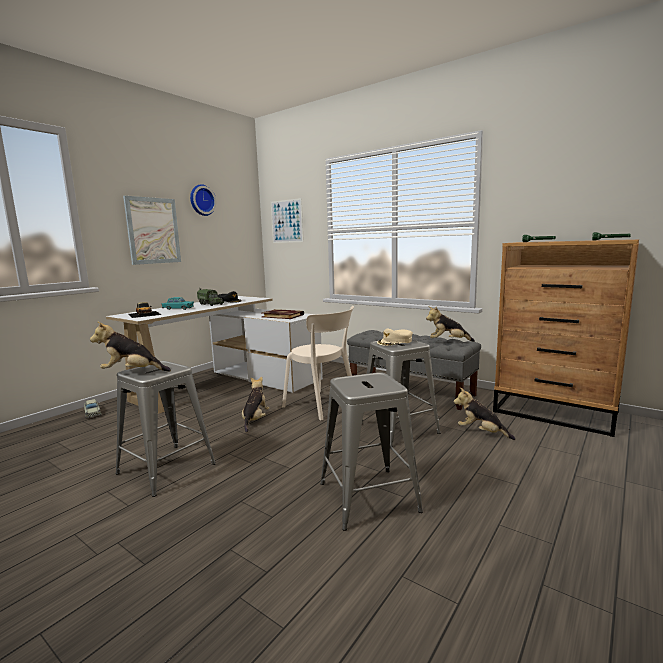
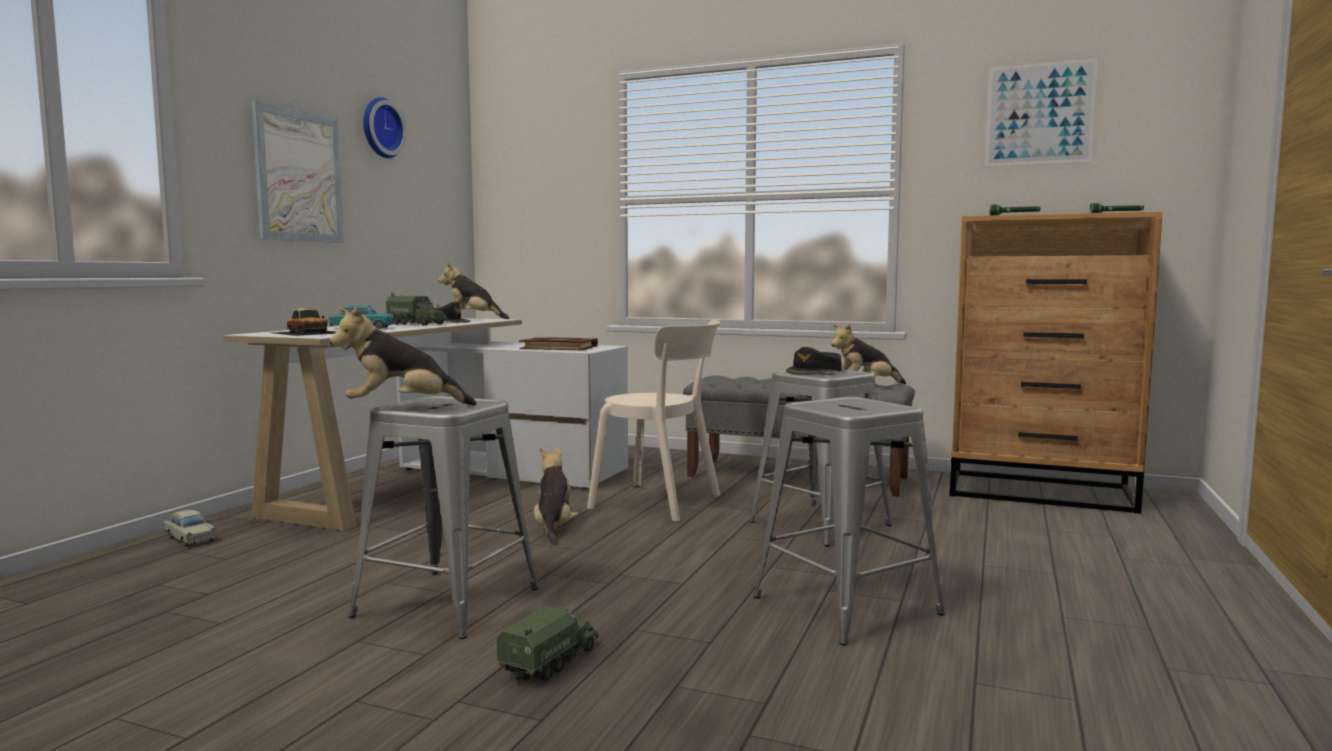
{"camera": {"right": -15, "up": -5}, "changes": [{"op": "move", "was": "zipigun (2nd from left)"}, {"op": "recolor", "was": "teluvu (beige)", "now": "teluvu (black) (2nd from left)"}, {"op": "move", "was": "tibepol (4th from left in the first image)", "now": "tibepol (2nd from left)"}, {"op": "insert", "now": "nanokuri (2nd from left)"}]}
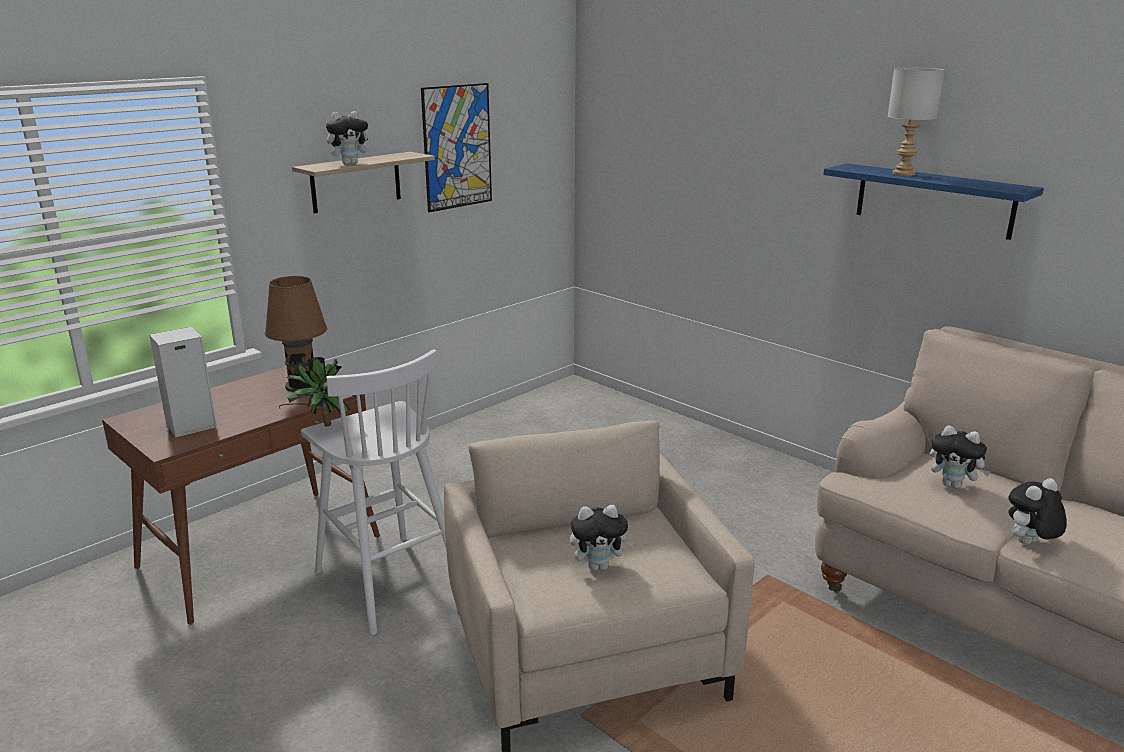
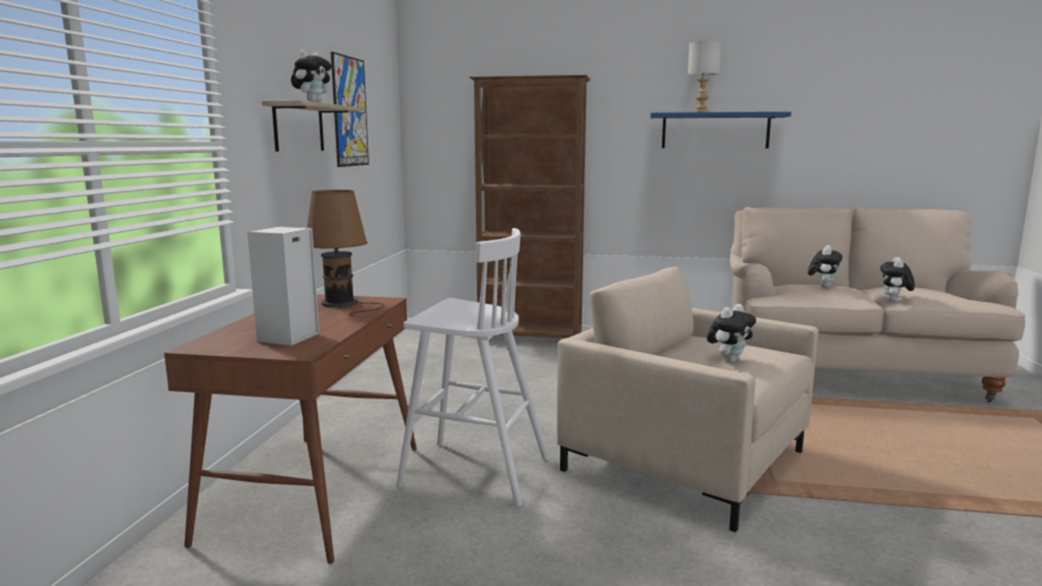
{"camera": {"right": -35, "up": -10}, "changes": [{"op": "delete", "was": "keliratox"}, {"op": "rotate", "was": "tibepol (3rd from left)", "clockwise": -60}, {"op": "insert", "now": "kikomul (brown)"}]}
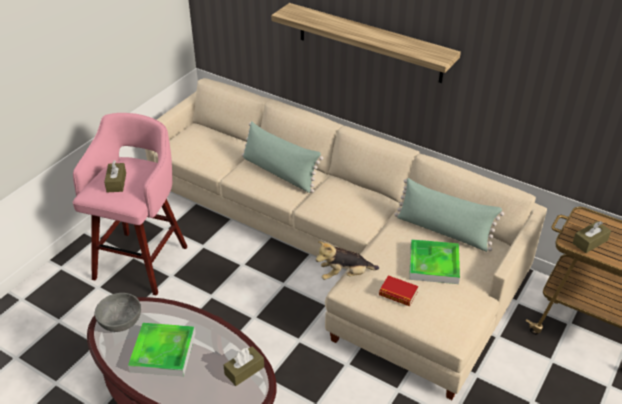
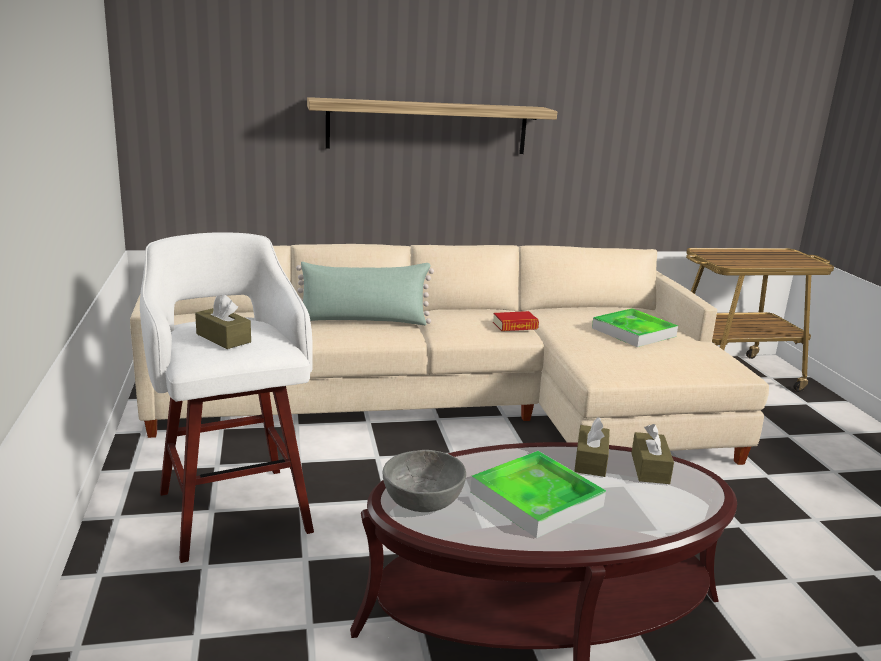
{"camera": {"right": -45, "up": -20}, "changes": [{"op": "recolor", "was": "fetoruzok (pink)", "now": "fetoruzok (white)"}, {"op": "delete", "was": "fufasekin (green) (2nd from left)"}, {"op": "move", "was": "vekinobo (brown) (3rd from left in the first image)", "now": "vekinobo (brown) (2nd from left)"}, {"op": "delete", "was": "tibepol"}, {"op": "move", "was": "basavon"}]}
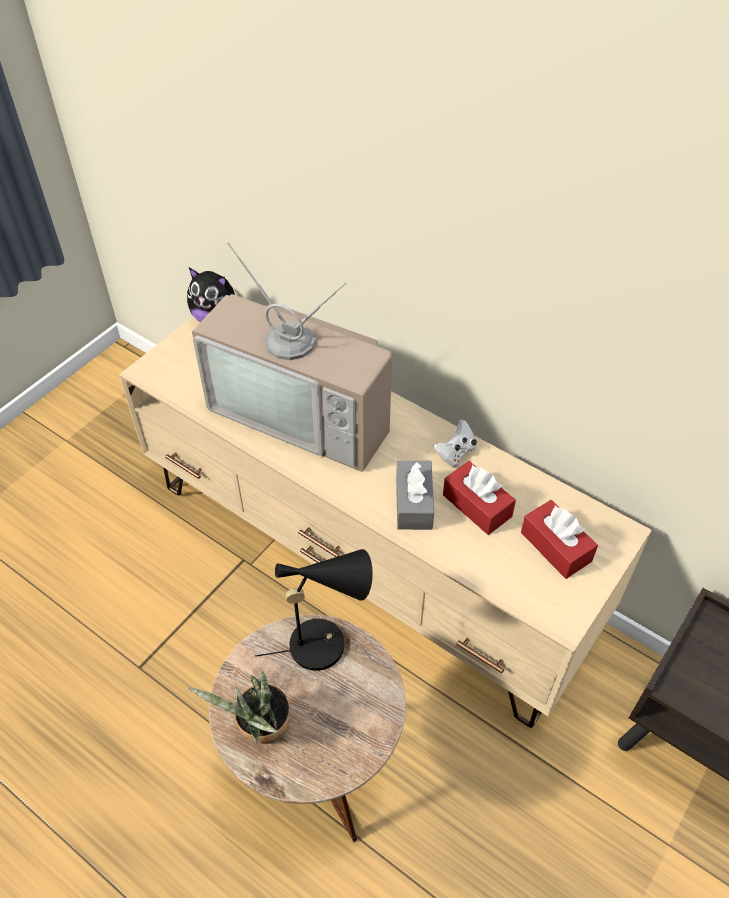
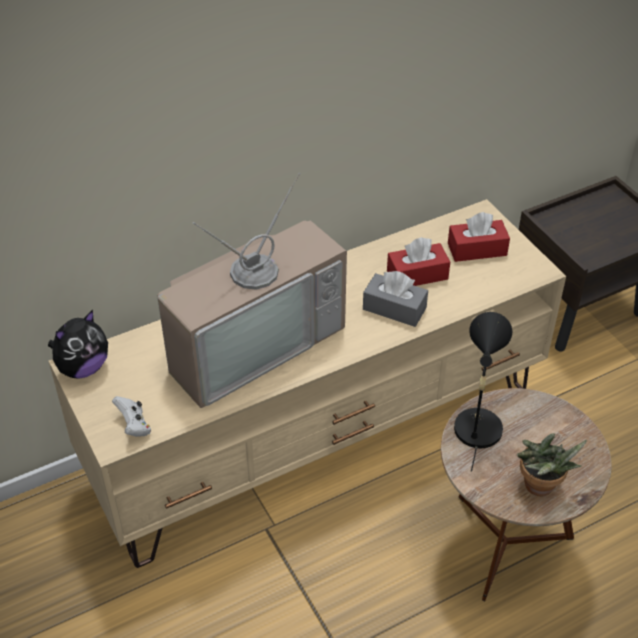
{"camera": {"right": -65, "up": -5}, "changes": [{"op": "move", "was": "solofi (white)"}]}
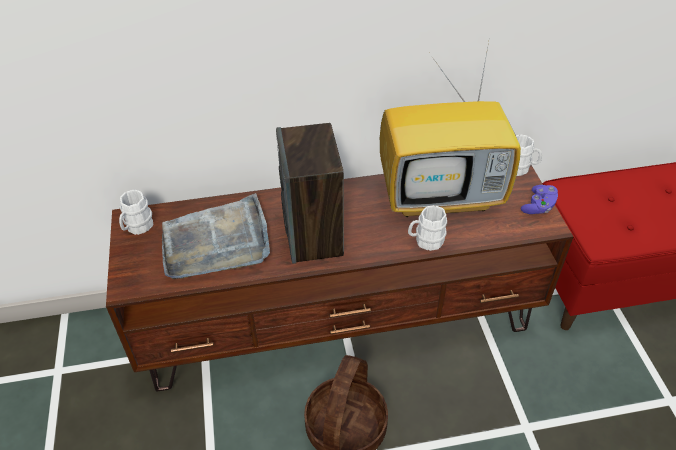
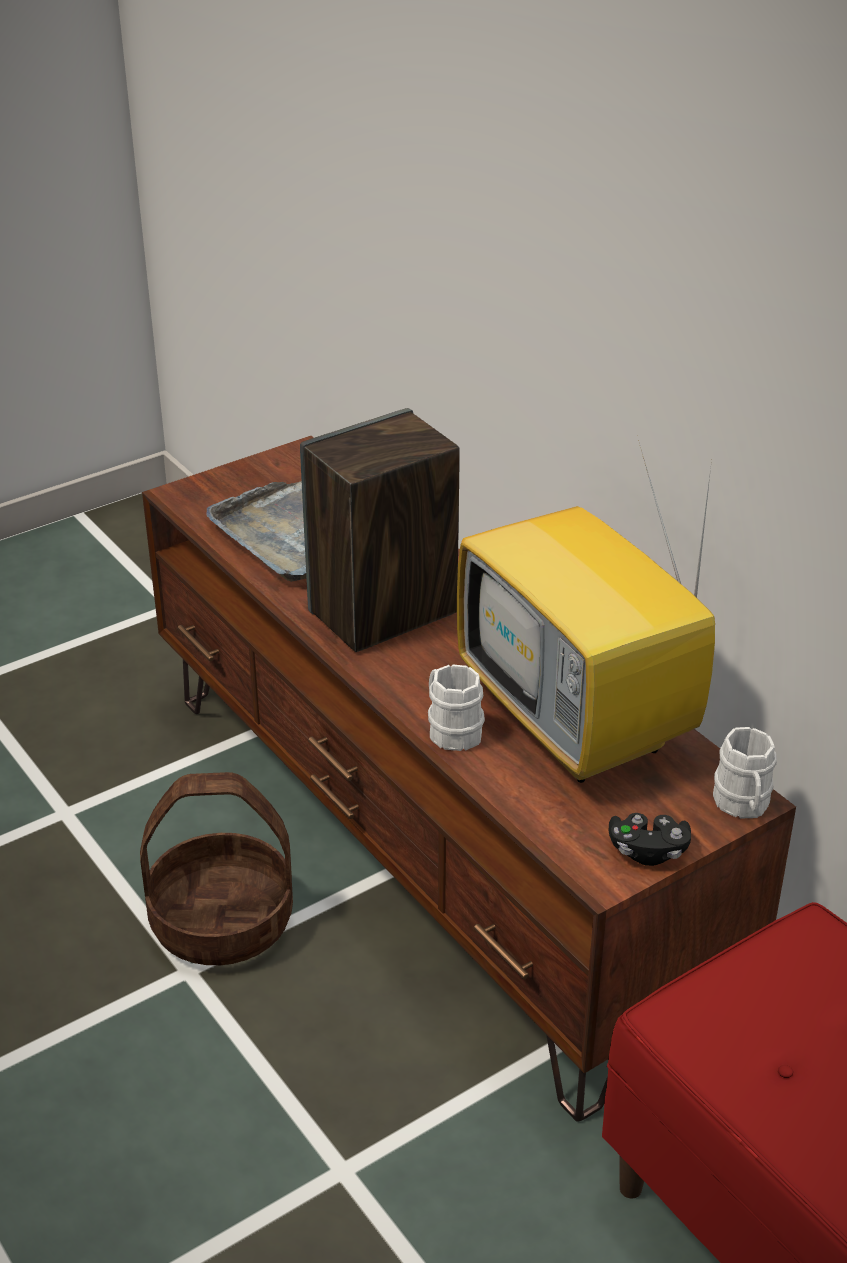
{"camera": {"right": 65, "up": -10}, "changes": [{"op": "recolor", "was": "solofi (purple)", "now": "solofi (black)"}, {"op": "delete", "was": "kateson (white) (1st from left)"}]}
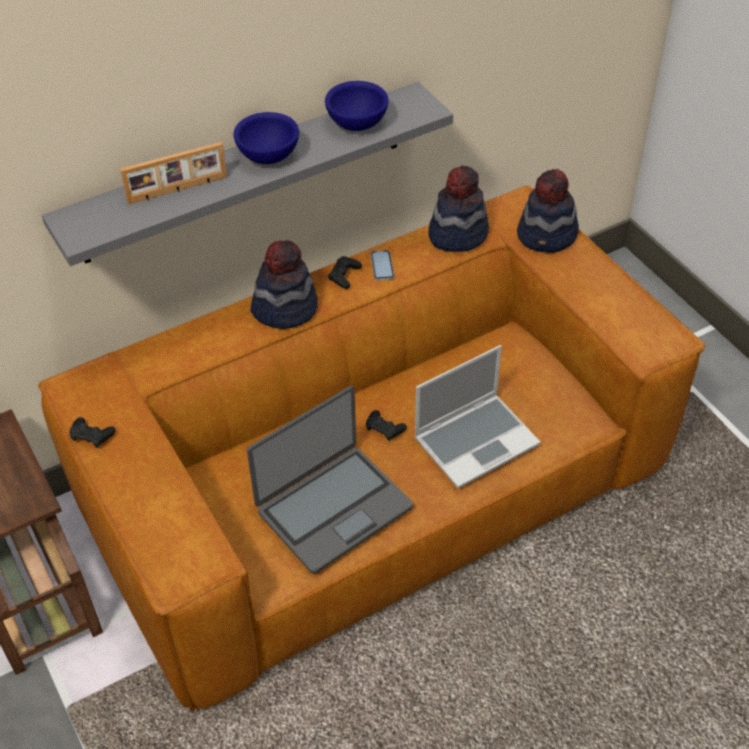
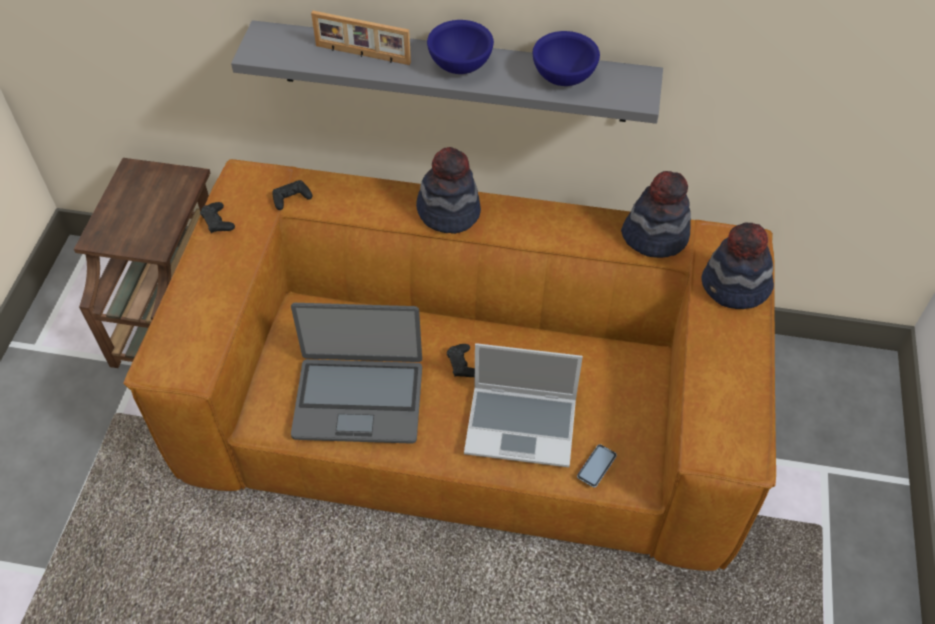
{"camera": {"right": 40, "up": 5}, "changes": [{"op": "move", "was": "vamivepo"}, {"op": "move", "was": "solofi (black) (2nd from left)"}]}
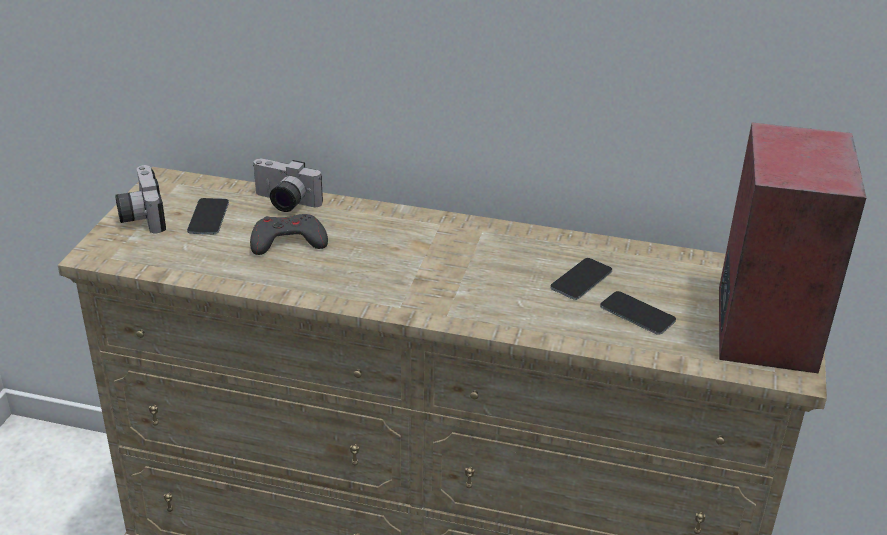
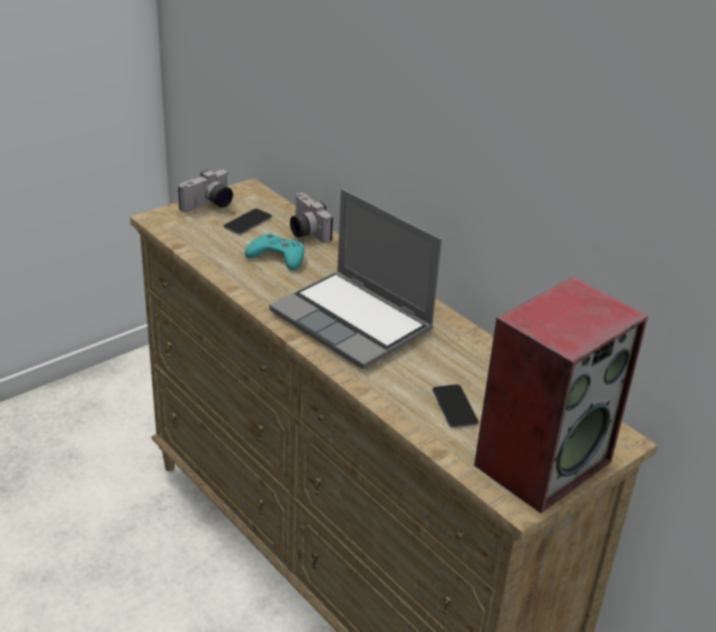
{"camera": {"right": 35, "up": 0}, "changes": [{"op": "rotate", "was": "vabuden (1st from left)", "clockwise": -150}, {"op": "recolor", "was": "solofi (grey)", "now": "solofi (turquoise)"}, {"op": "delete", "was": "vamivepo (2nd from left)"}, {"op": "insert", "now": "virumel"}]}
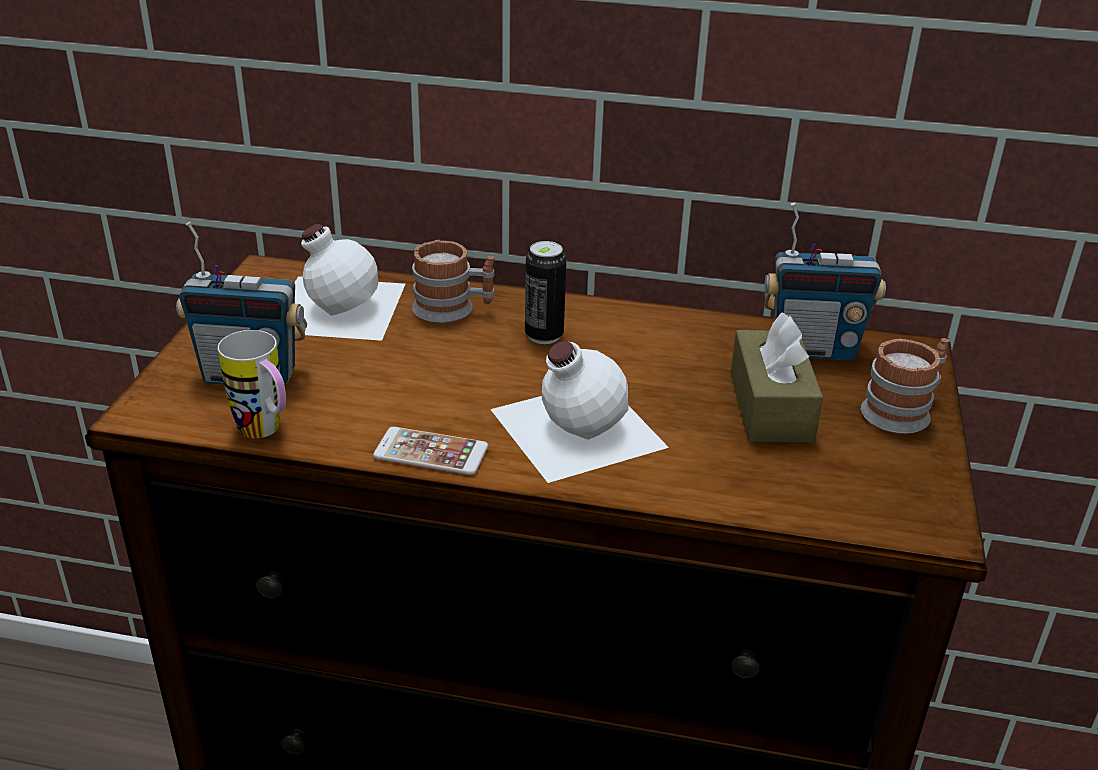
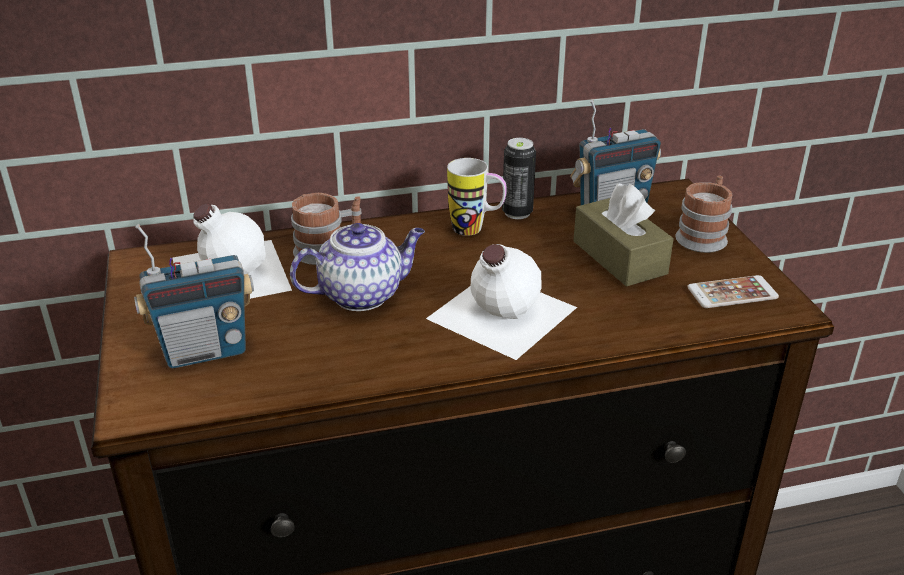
{"camera": {"right": -25, "up": 0}, "changes": [{"op": "move", "was": "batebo"}, {"op": "move", "was": "kateson (1st from left in the first image)", "now": "kateson (2nd from left)"}, {"op": "move", "was": "vamivepo"}, {"op": "insert", "now": "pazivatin"}]}
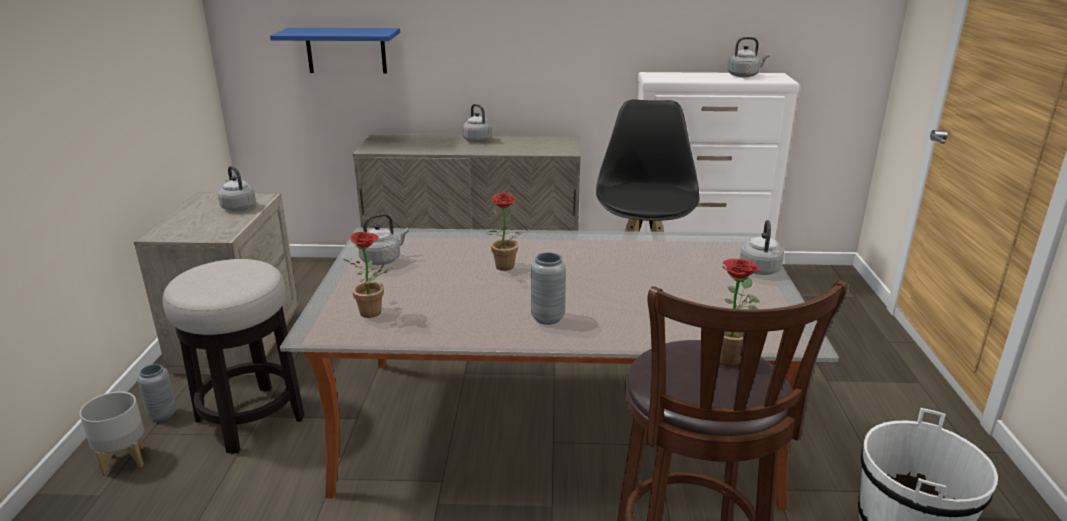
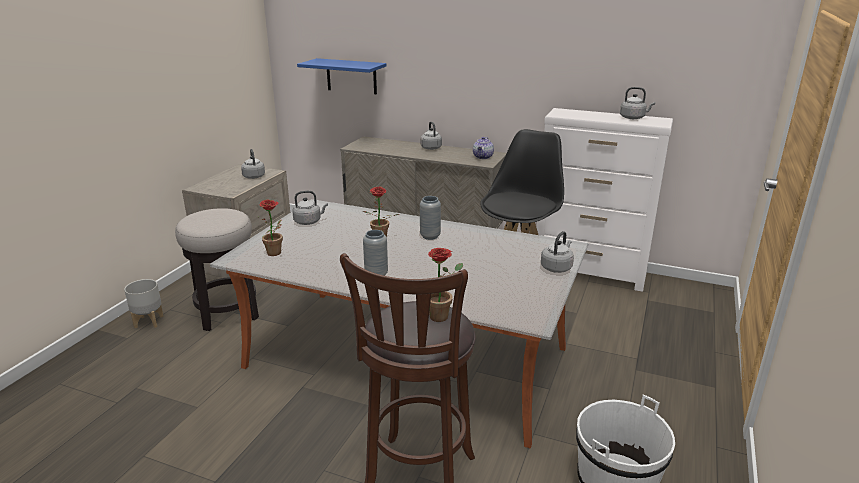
{"camera": {"right": 20, "up": 0}, "changes": [{"op": "move", "was": "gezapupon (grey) (1st from left in the first image)", "now": "gezapupon (grey) (2nd from left)"}, {"op": "insert", "now": "pazivatin"}]}
